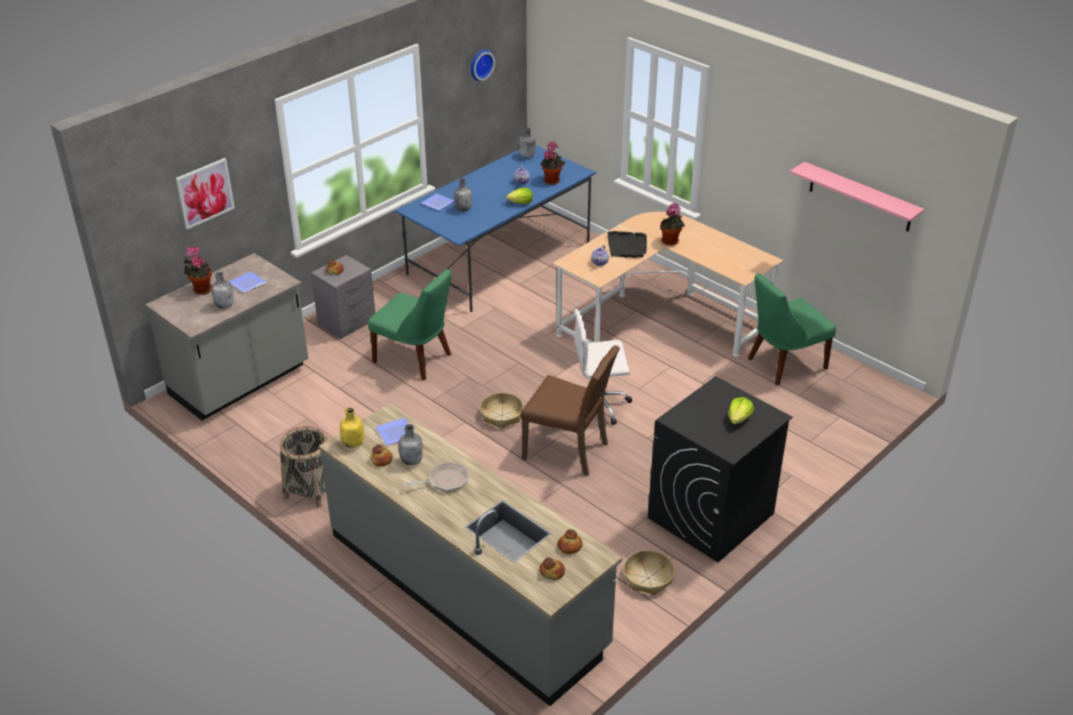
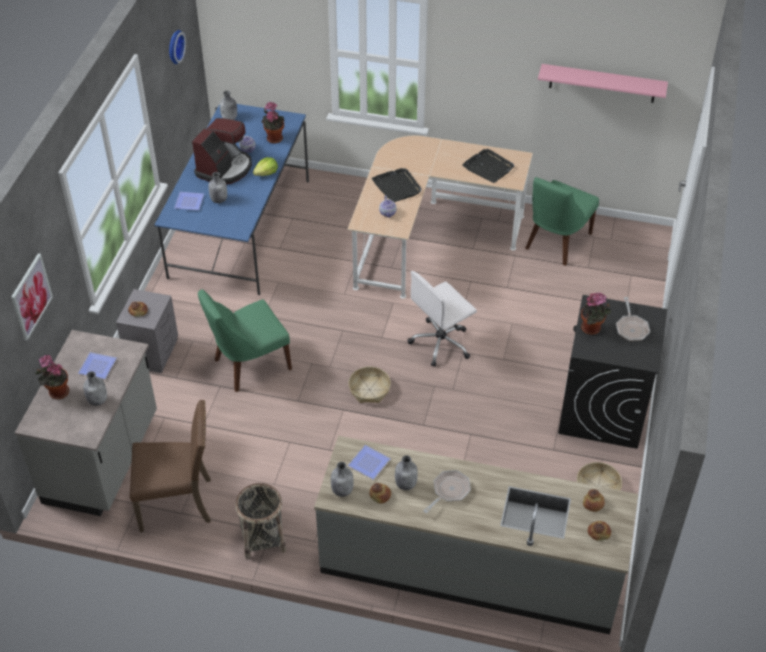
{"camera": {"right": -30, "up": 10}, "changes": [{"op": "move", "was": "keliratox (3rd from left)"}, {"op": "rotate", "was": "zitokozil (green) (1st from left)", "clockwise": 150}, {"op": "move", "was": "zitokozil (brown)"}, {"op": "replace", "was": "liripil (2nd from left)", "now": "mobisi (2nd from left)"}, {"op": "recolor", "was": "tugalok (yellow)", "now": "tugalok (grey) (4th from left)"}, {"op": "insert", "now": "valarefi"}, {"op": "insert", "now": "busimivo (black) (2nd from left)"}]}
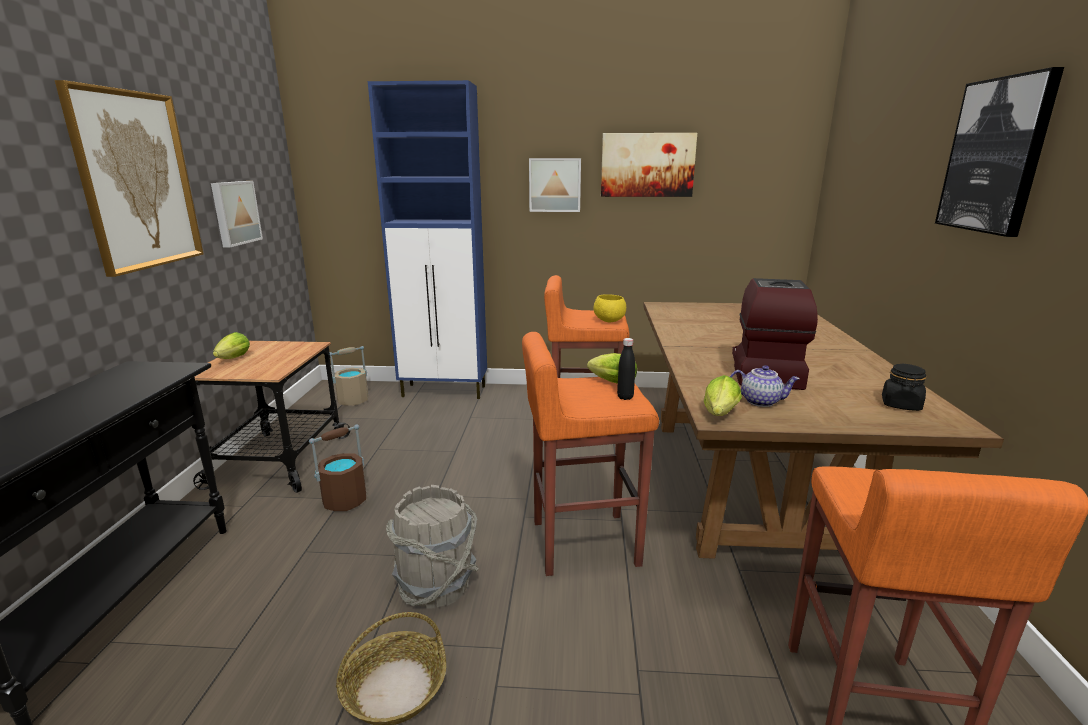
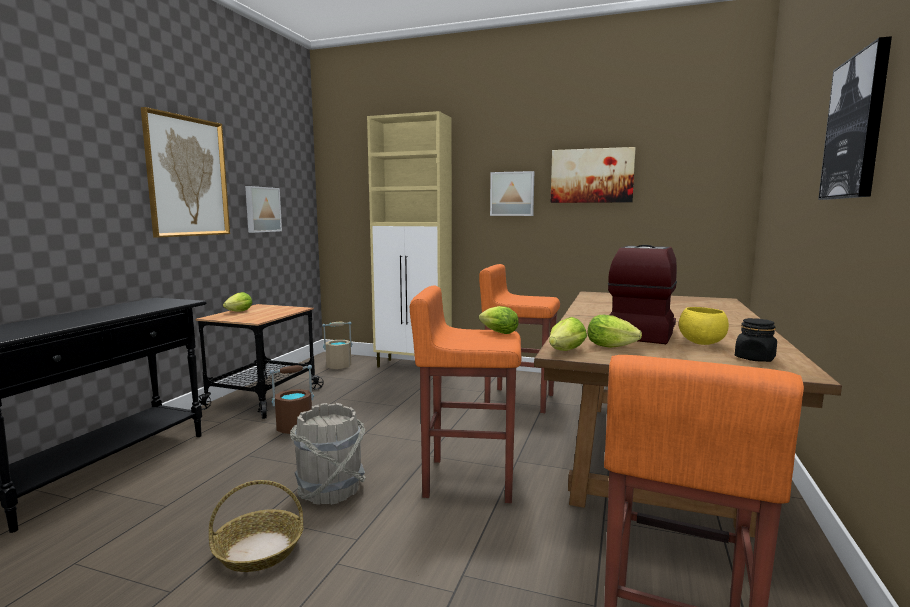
{"camera": {"right": 15, "up": -10}, "changes": [{"op": "recolor", "was": "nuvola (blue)", "now": "nuvola (beige)"}, {"op": "move", "was": "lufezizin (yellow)"}, {"op": "delete", "was": "tugalok (black)"}, {"op": "replace", "was": "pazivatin", "now": "liripil (4th from left)"}]}
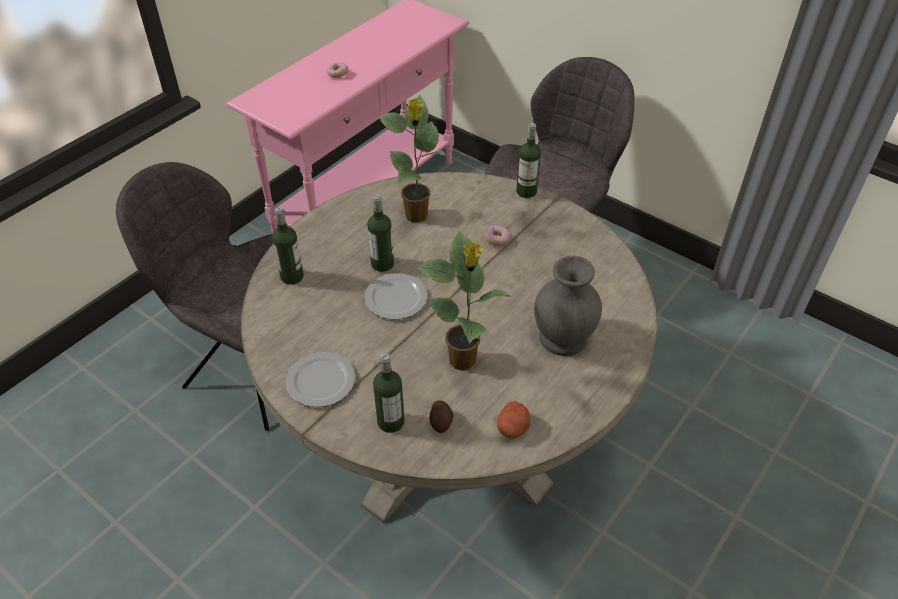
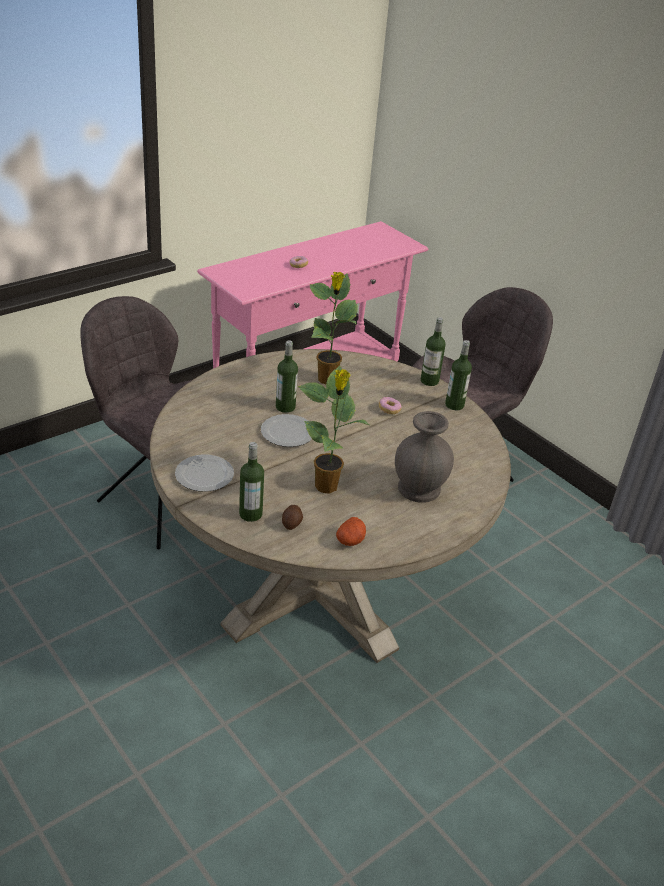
{"camera": {"right": 10, "up": -10}, "changes": [{"op": "move", "was": "tugalok (1st from left in the first image)", "now": "tugalok (4th from left)"}]}
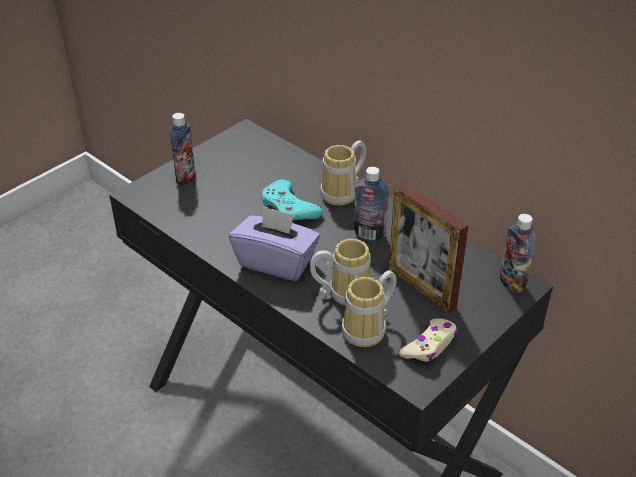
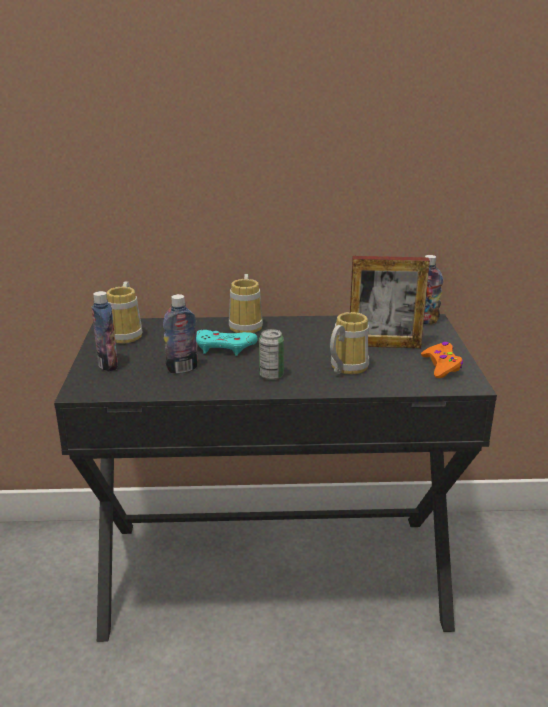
{"camera": {"right": -45, "up": -15}, "changes": [{"op": "move", "was": "tugalok (2nd from left)"}, {"op": "replace", "was": "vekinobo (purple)", "now": "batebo"}, {"op": "move", "was": "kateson (3rd from left in the first image)", "now": "kateson (1st from left)"}, {"op": "recolor", "was": "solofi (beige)", "now": "solofi (orange)"}]}
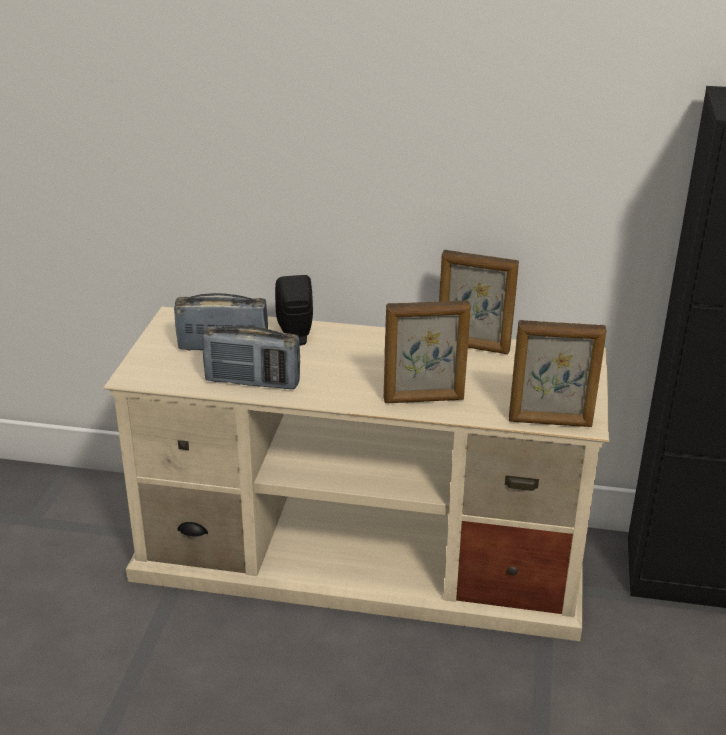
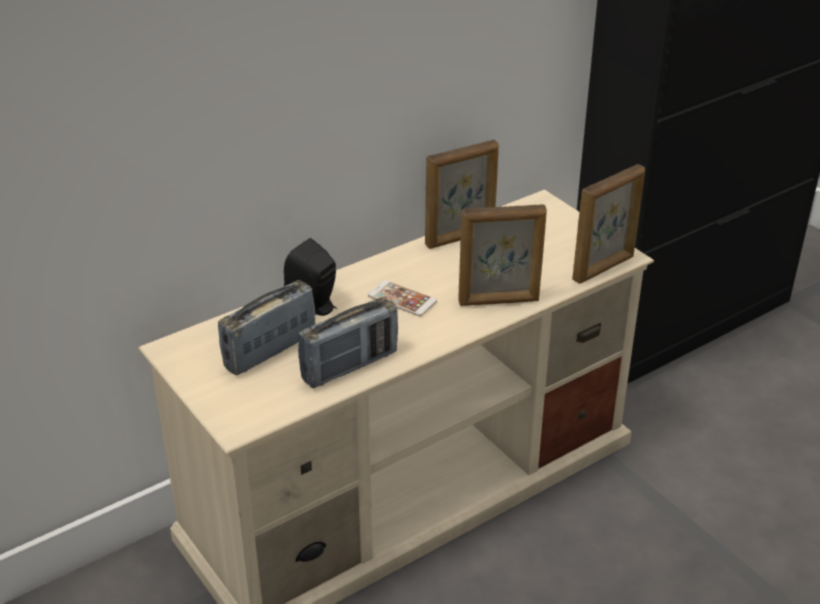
{"camera": {"right": -45, "up": 5}, "changes": [{"op": "rotate", "was": "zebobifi (1st from left in the first image)", "clockwise": 45}, {"op": "insert", "now": "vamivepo"}]}
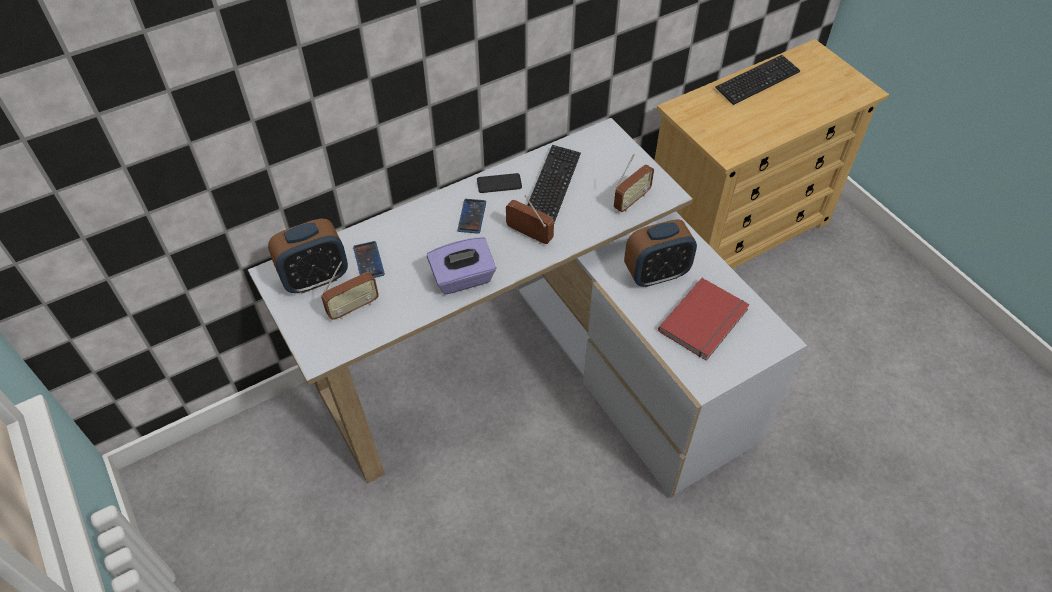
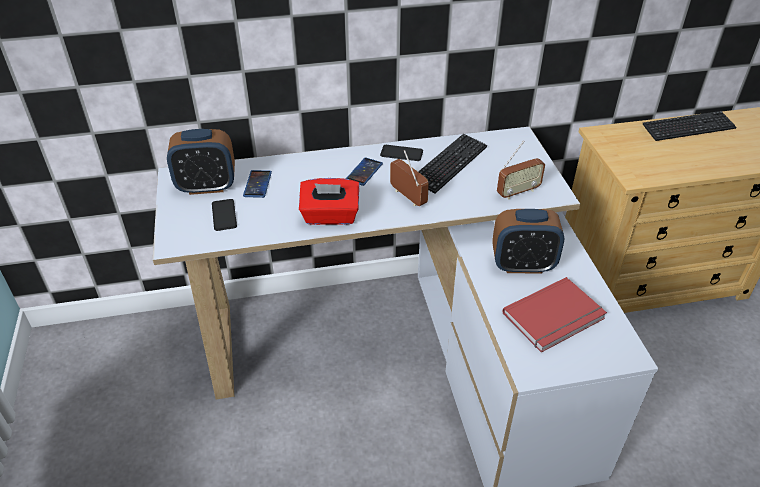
{"camera": {"right": 20, "up": -10}, "changes": [{"op": "recolor", "was": "vekinobo (purple)", "now": "vekinobo (red)"}, {"op": "replace", "was": "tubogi (1st from left)", "now": "vamivepo (1st from left)"}]}
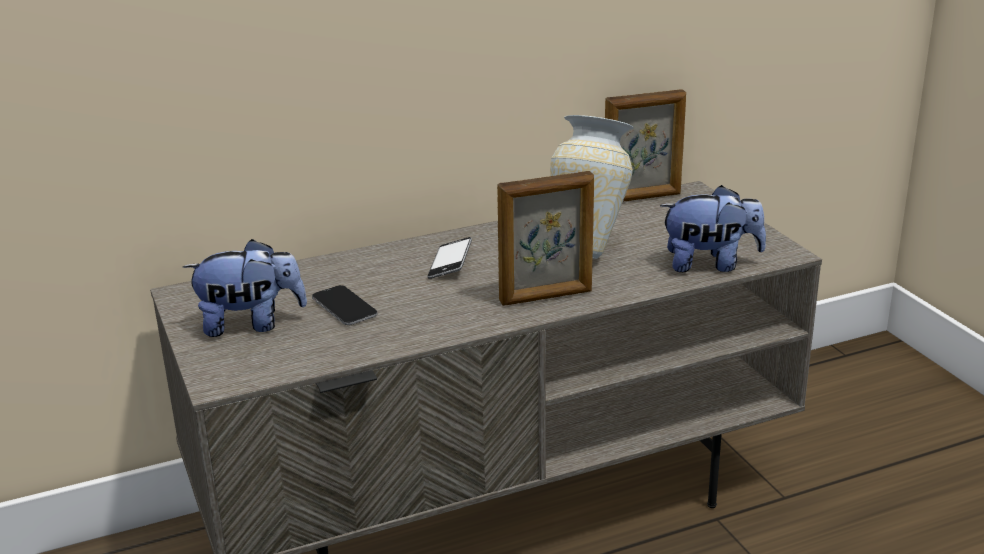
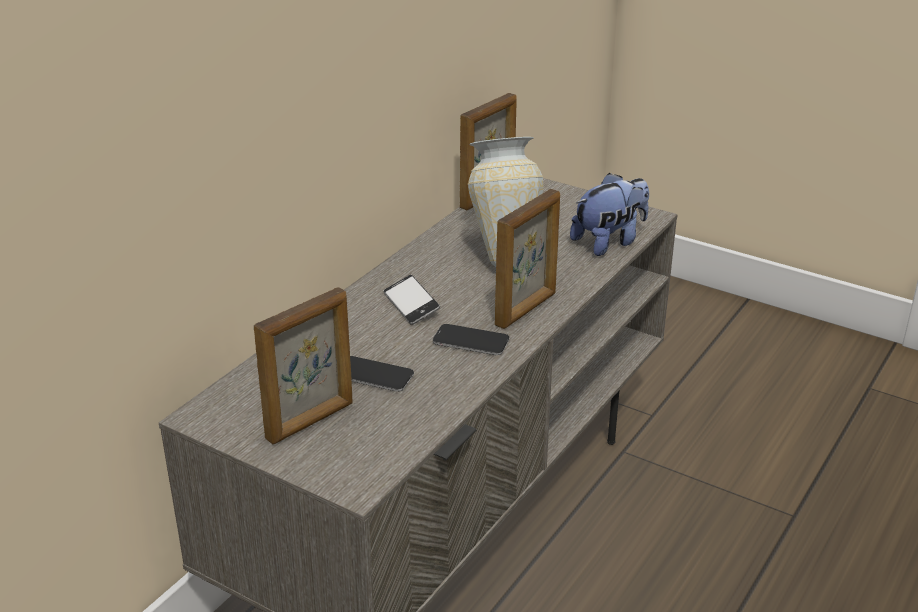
{"camera": {"right": -35, "up": 5}, "changes": [{"op": "replace", "was": "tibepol (1st from left)", "now": "zebobifi (1st from left)"}, {"op": "insert", "now": "vamivepo (3rd from left)"}]}
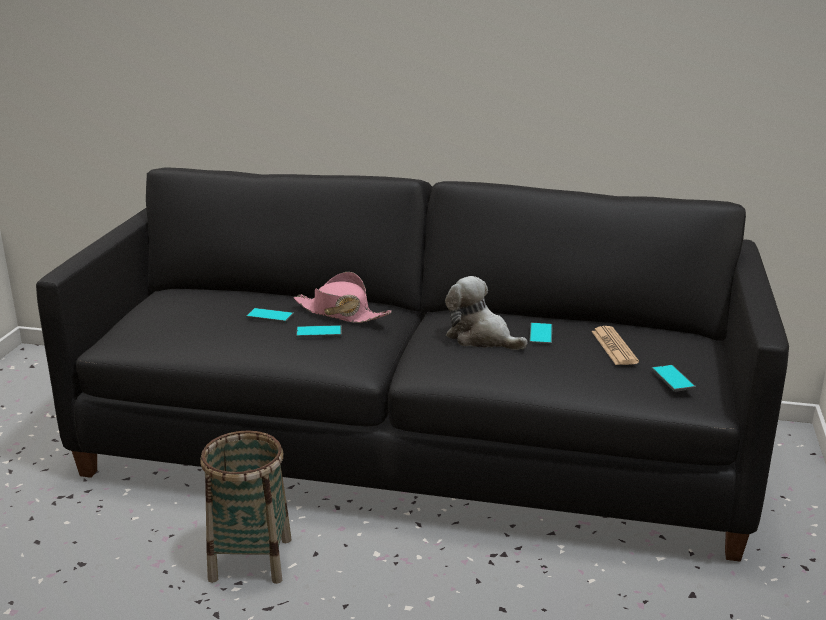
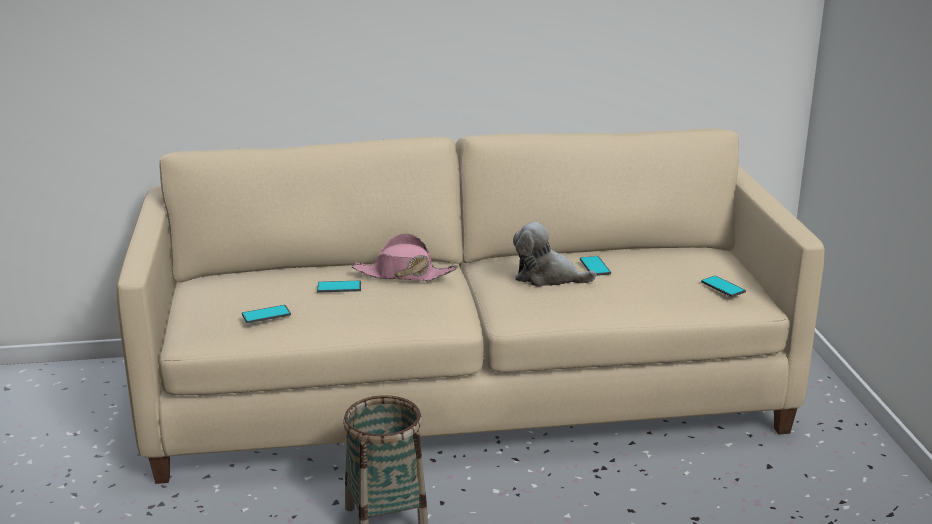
{"camera": {"right": -20, "up": 0}, "changes": [{"op": "recolor", "was": "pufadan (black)", "now": "pufadan (beige)"}, {"op": "move", "was": "vamivepo (2nd from left in the first image)", "now": "vamivepo (1st from left)"}, {"op": "delete", "was": "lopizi"}]}
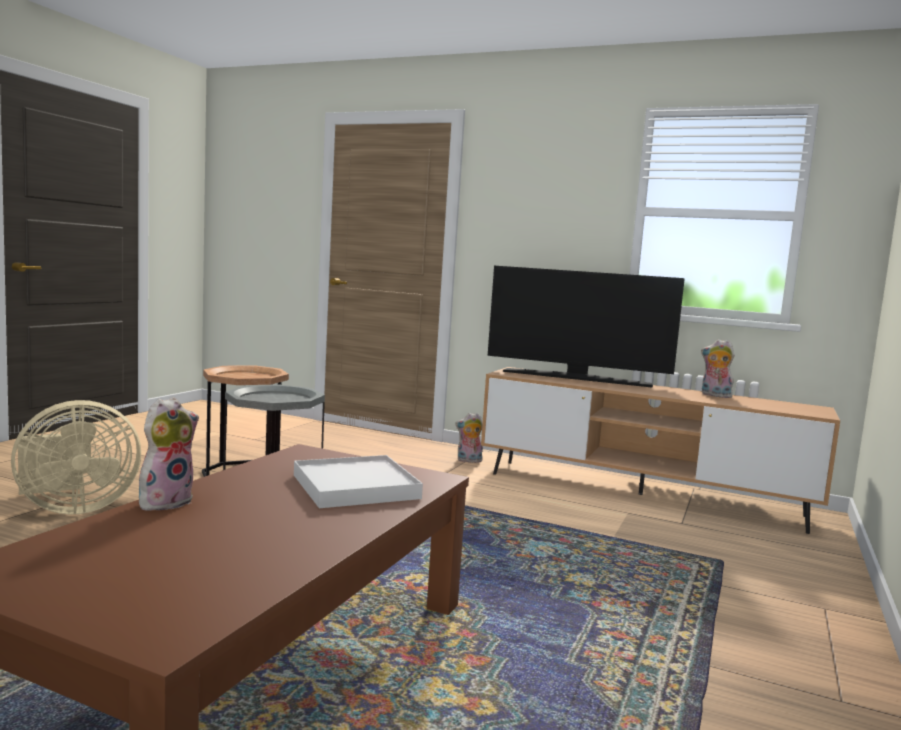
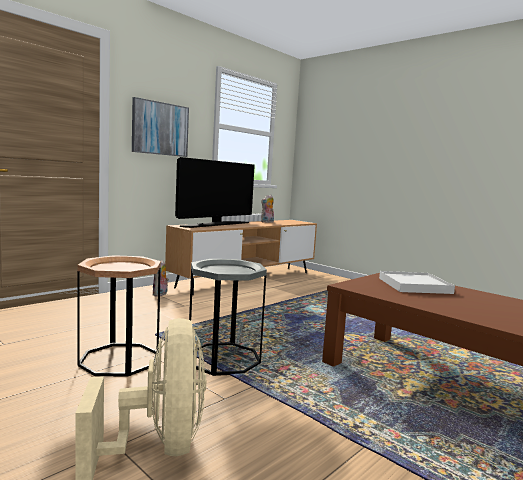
{"camera": {"right": -70, "up": 0}, "changes": [{"op": "delete", "was": "tibepol (1st from left)"}, {"op": "insert", "now": "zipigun"}]}
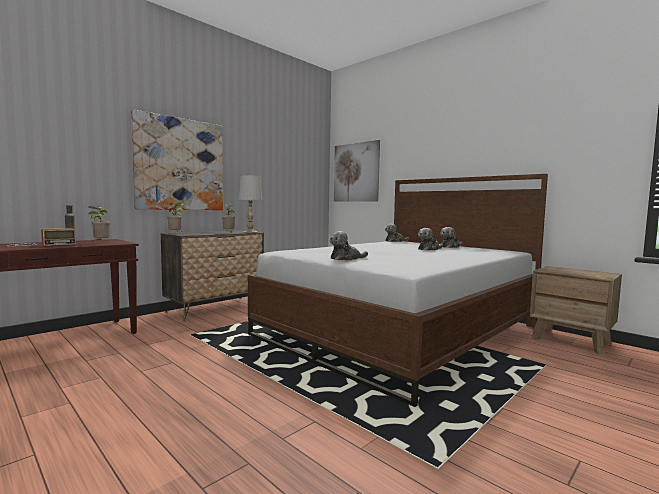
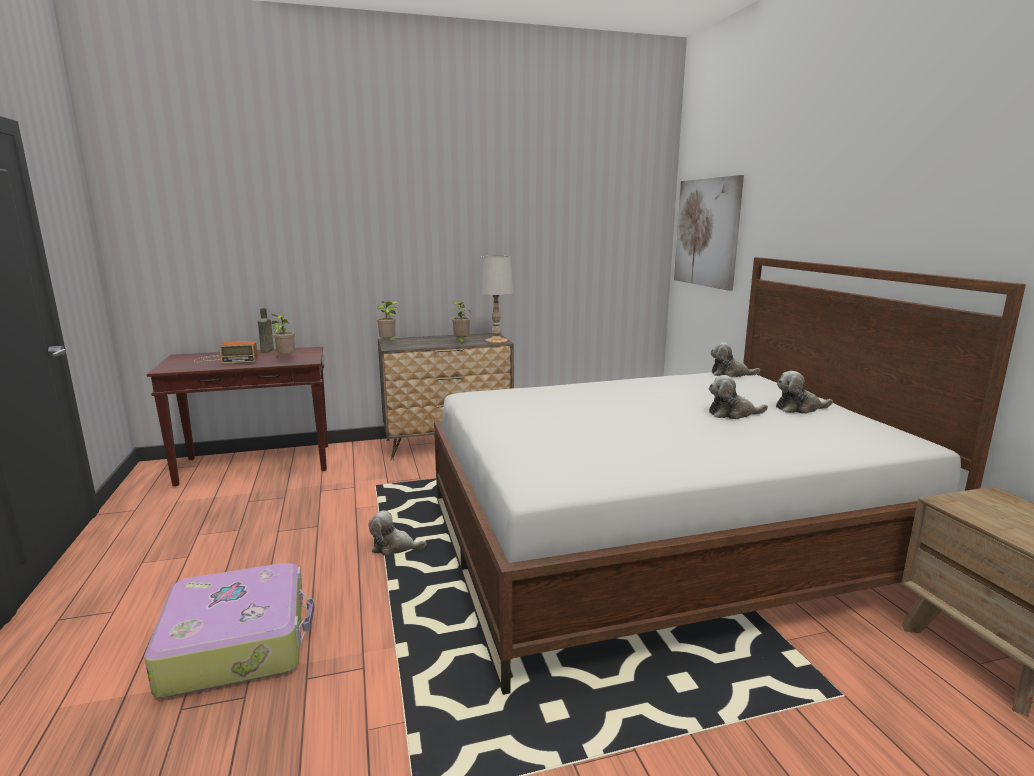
{"camera": {"right": 30, "up": 10}, "changes": [{"op": "delete", "was": "zipigun (1st from left)"}, {"op": "move", "was": "tibepol (1st from left)"}, {"op": "insert", "now": "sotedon"}]}
